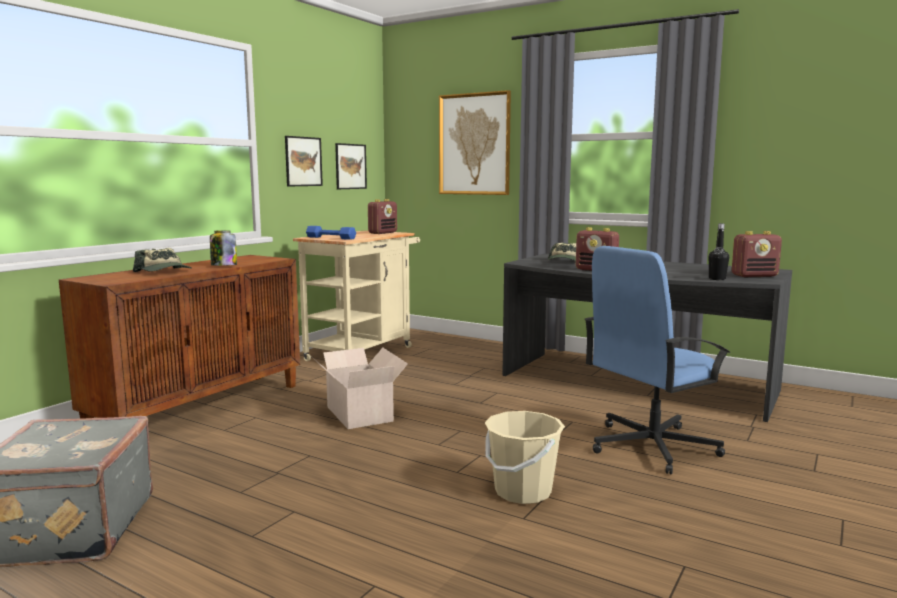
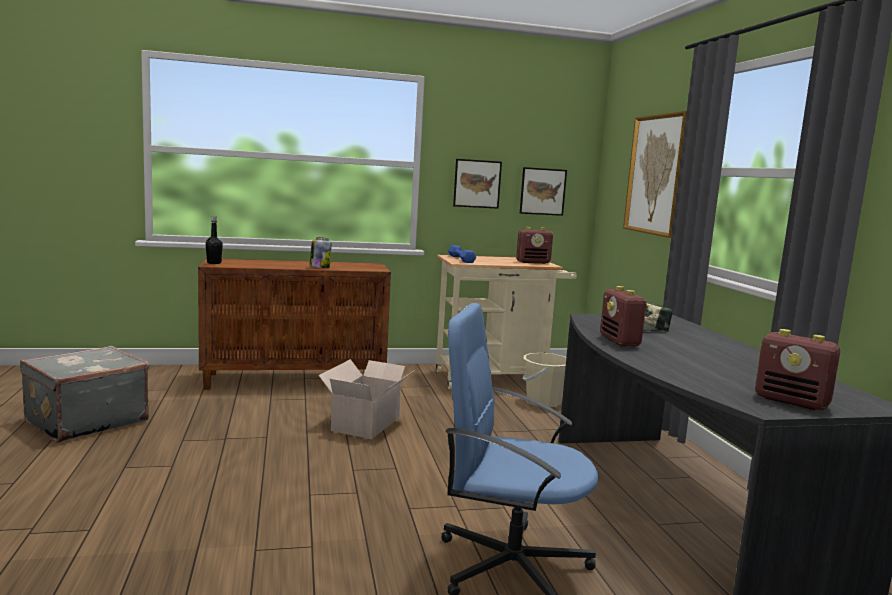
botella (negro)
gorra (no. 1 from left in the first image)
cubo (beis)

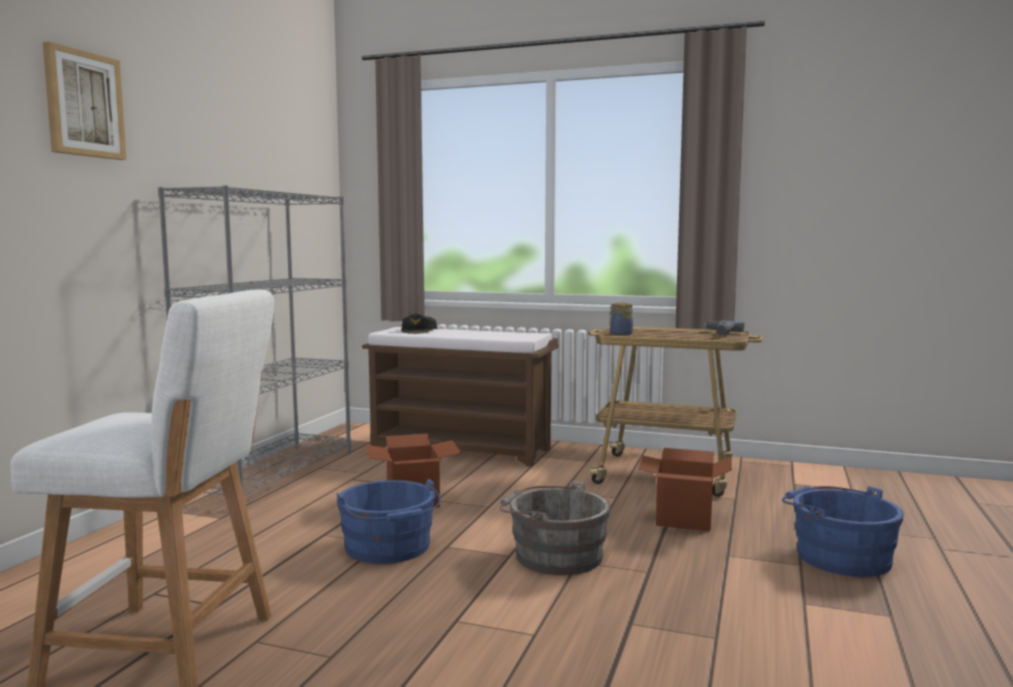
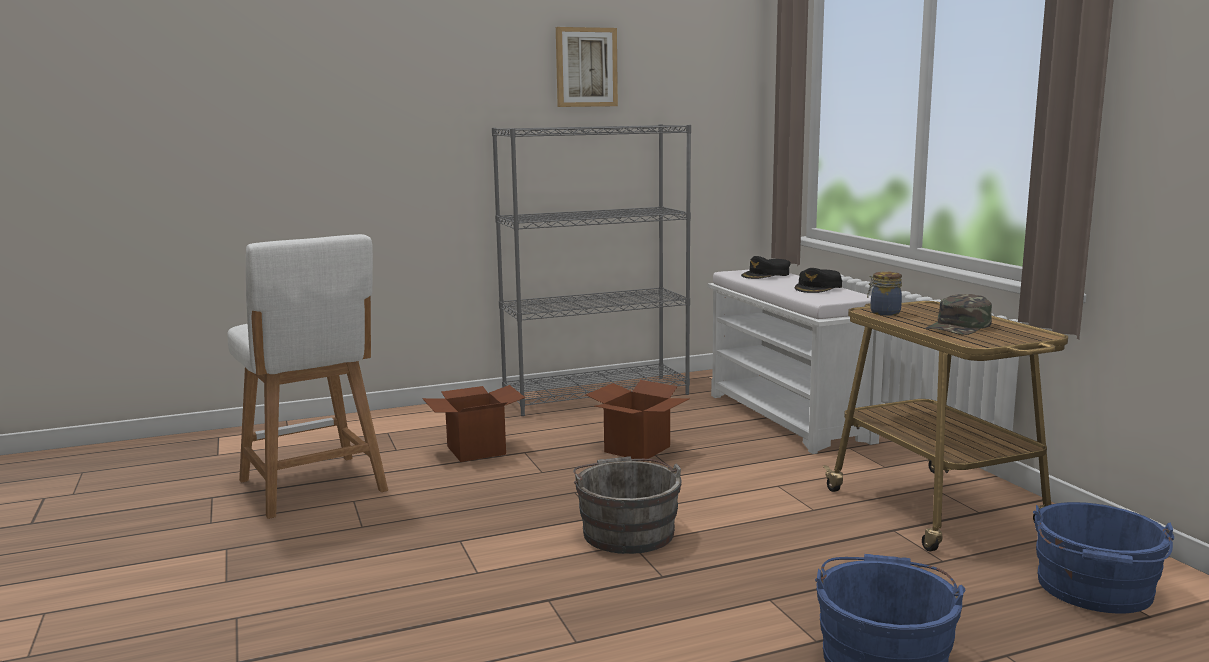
cuadro
taladro
banco (blanco)
caja de cartón (no. 1 from left)
cubo (azul) (no. 2 from left)
gorra (negro) (no. 2 from left)
gorra (verde)

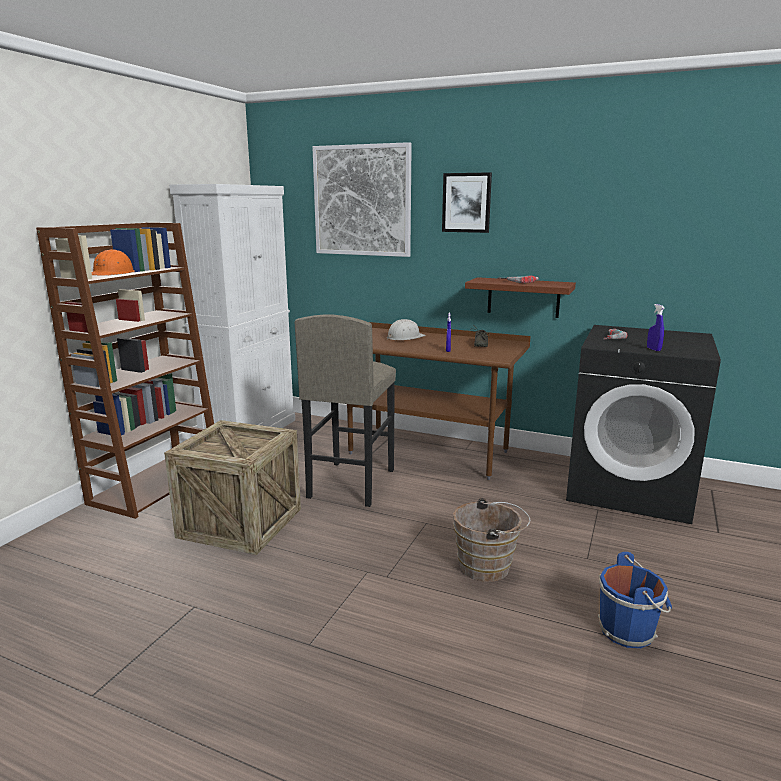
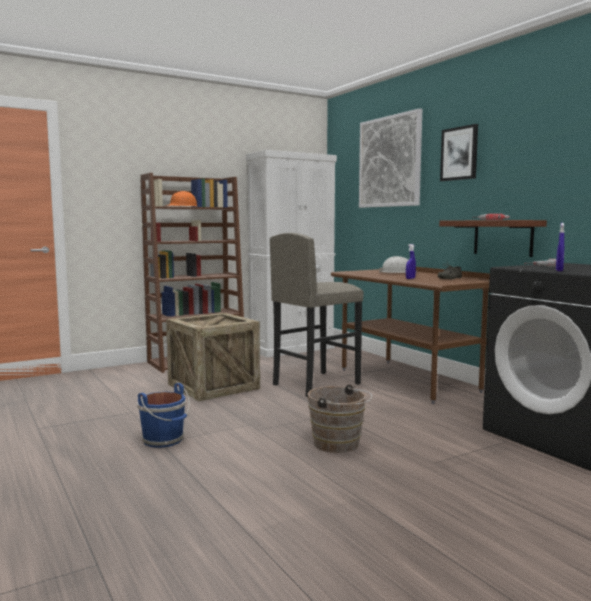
cubo (azul)

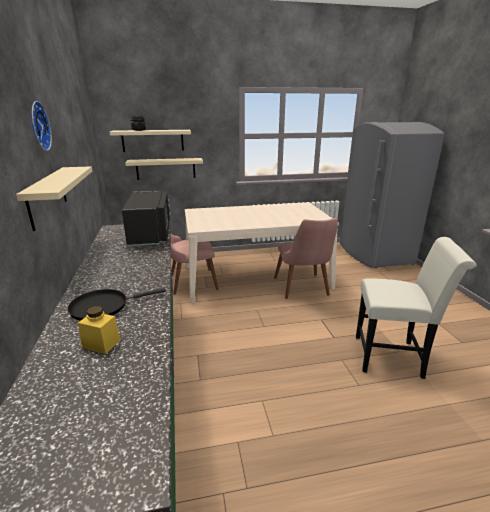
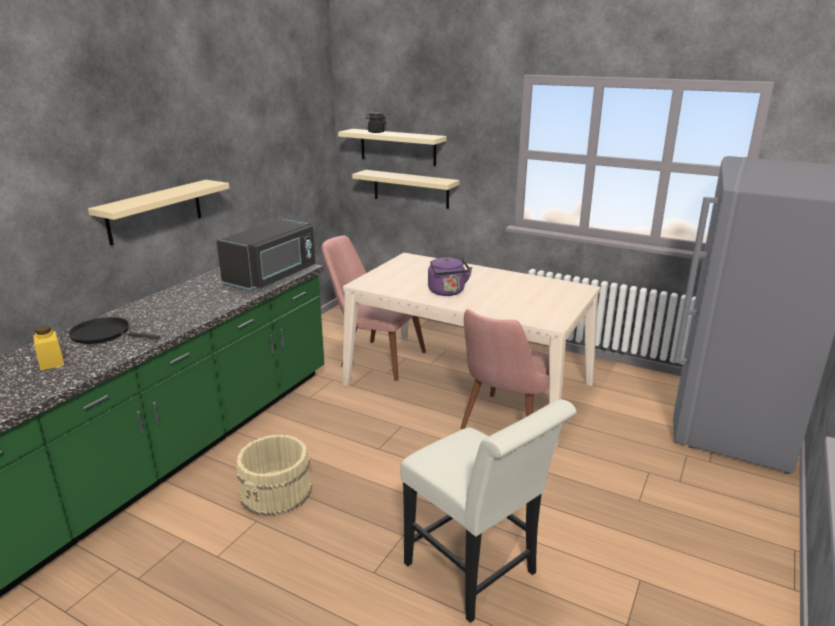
reloj de pared
hervidor (morado)
cubo (beis)

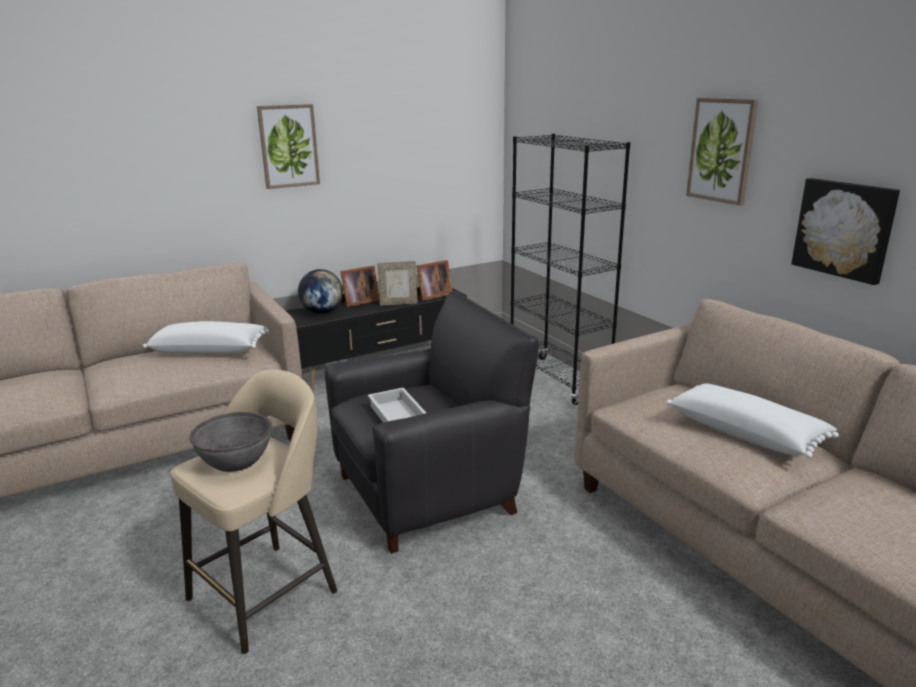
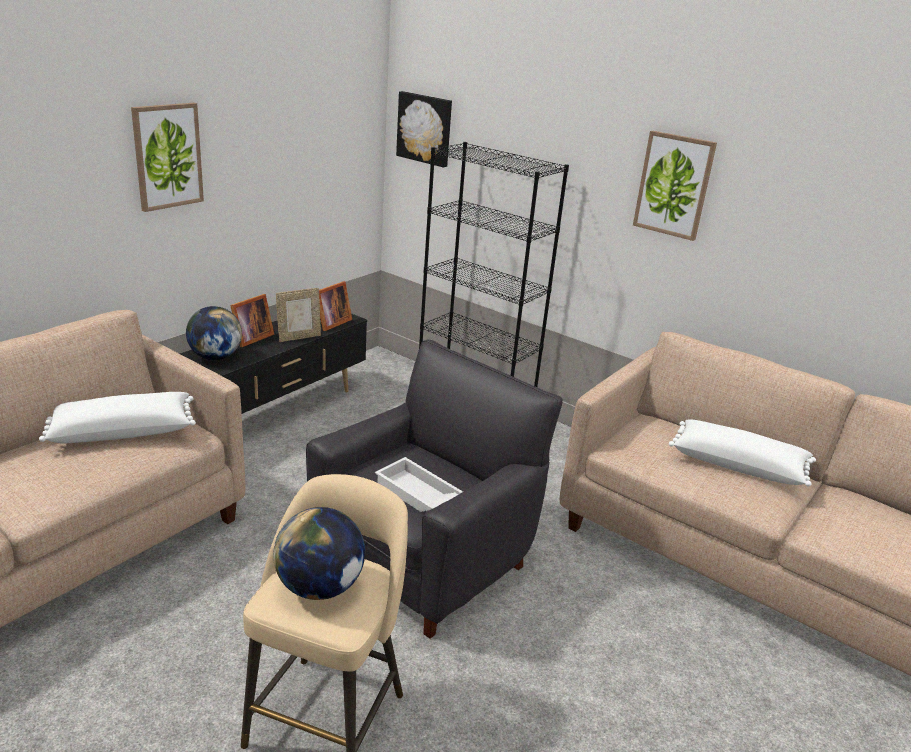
cuadro (no. 2 from left)
globo terráqueo (no. 2 from left)

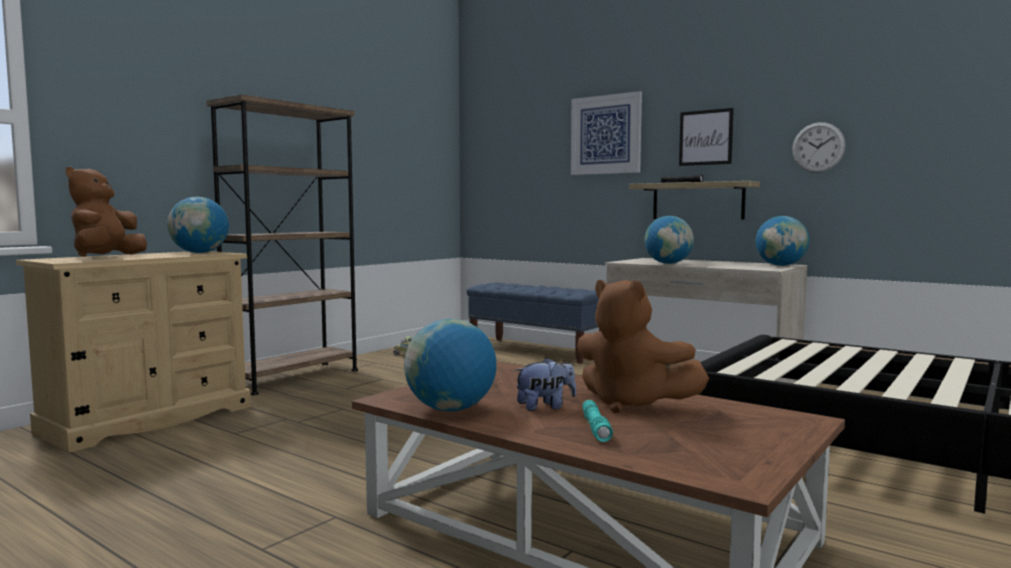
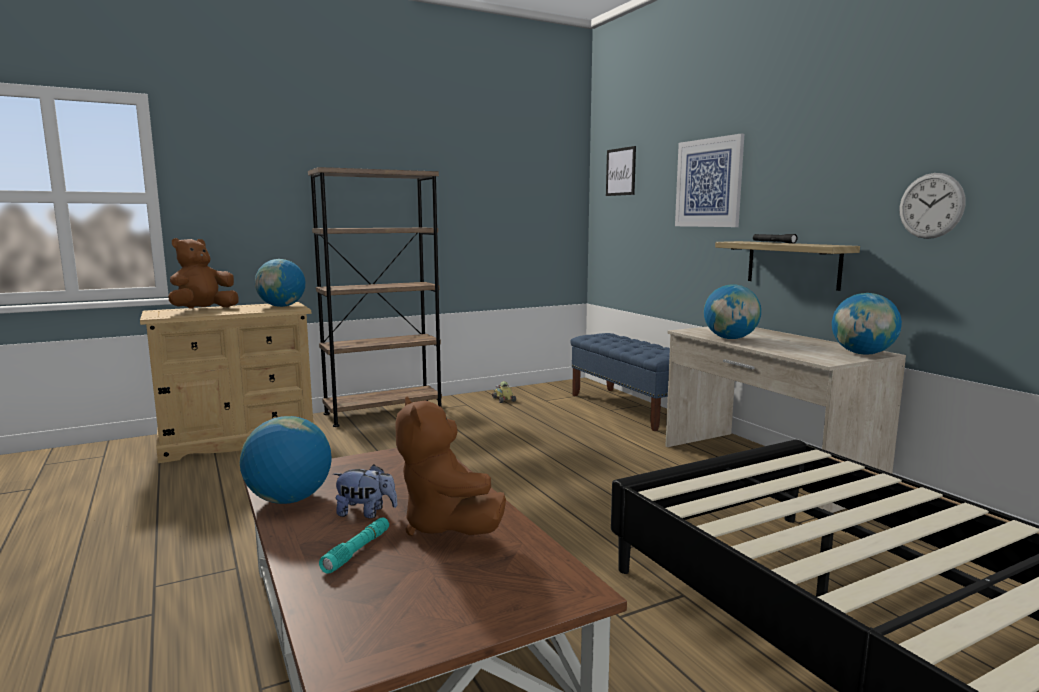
cuadro (no. 1 from left)

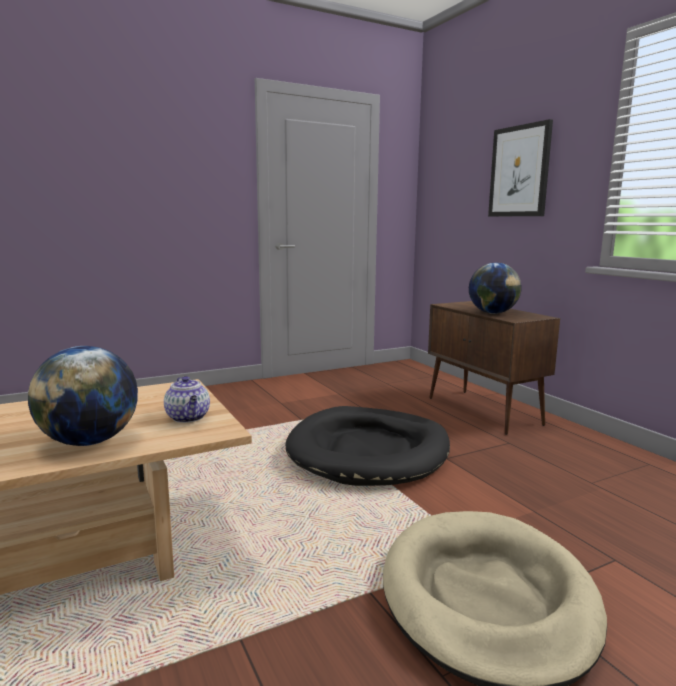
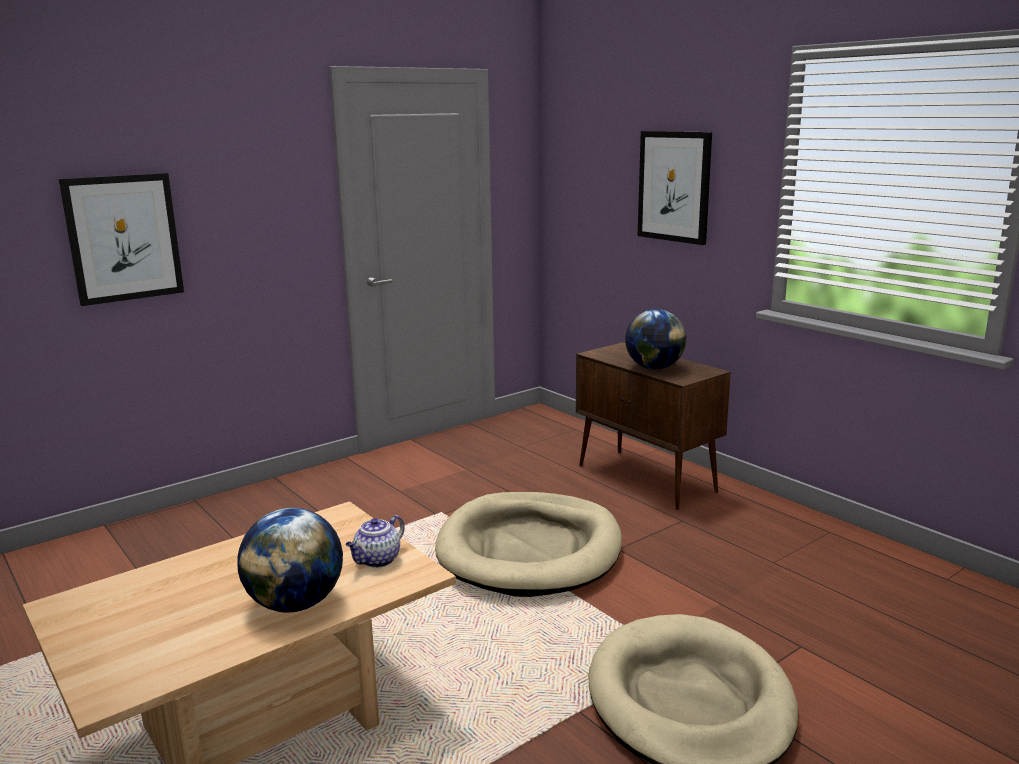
tetera
cama para perro (beis) (no. 1 from left)
cuadro (no. 1 from left)

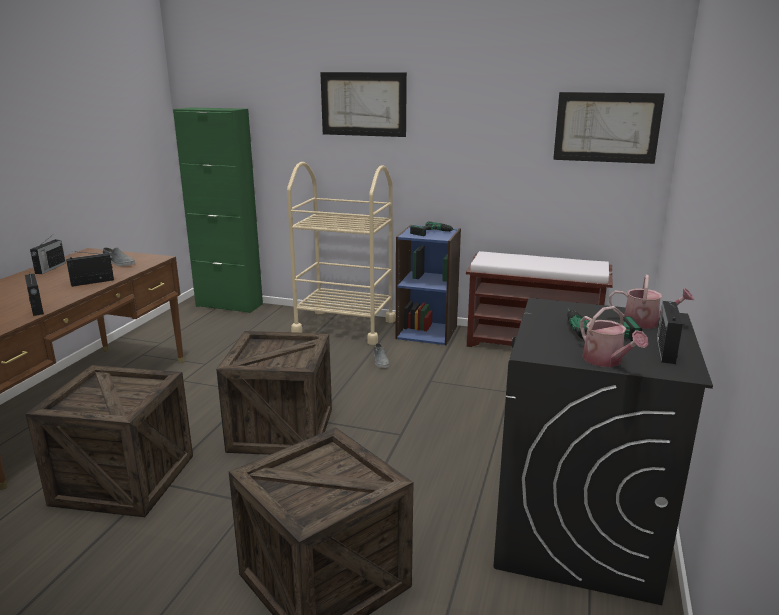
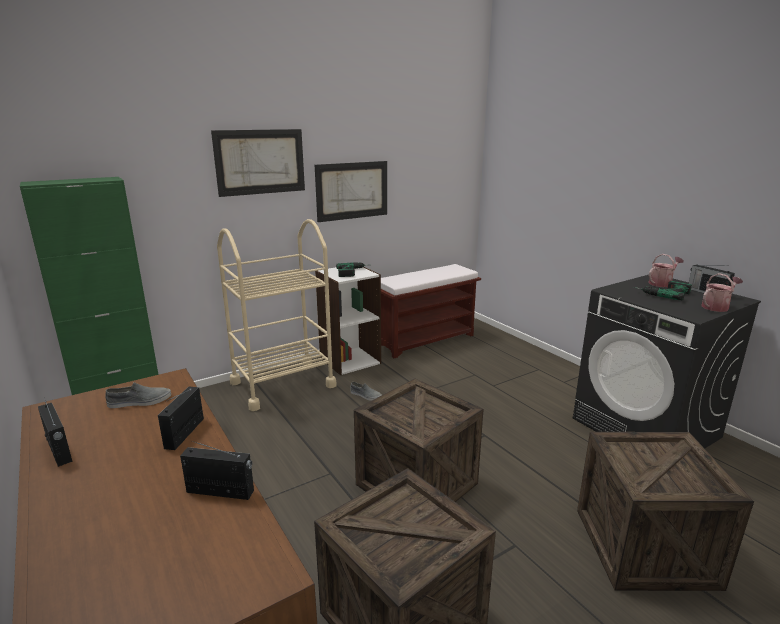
cuadro (no. 2 from left)
estantería (blanco)
regadera (no. 2 from left)

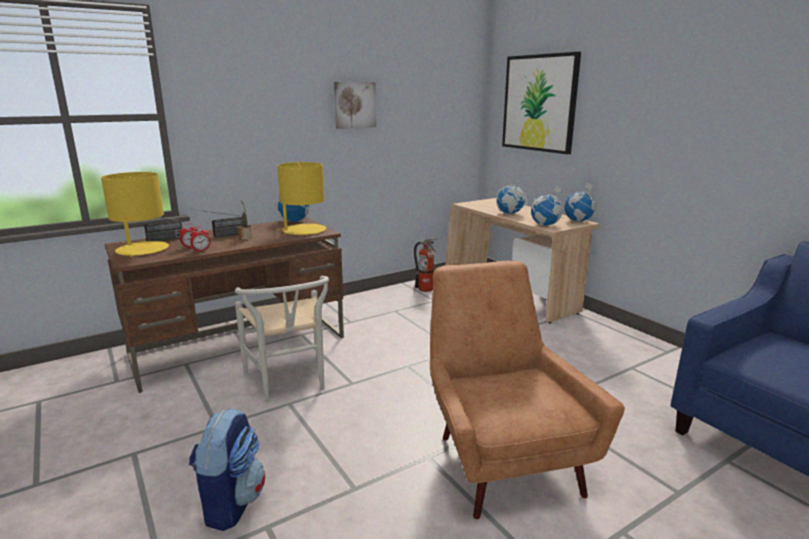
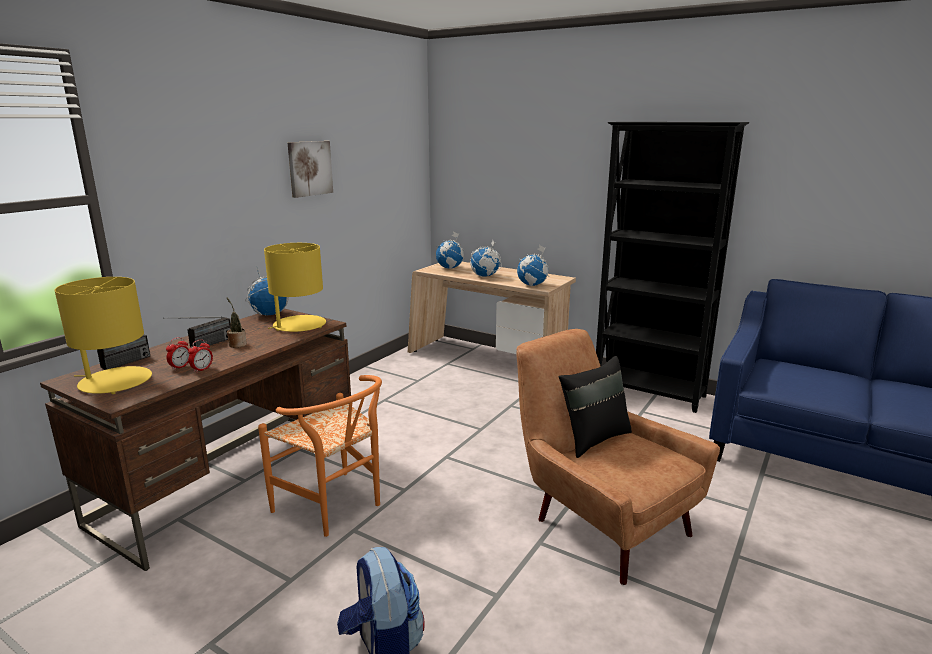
cuadro (no. 2 from left in the first image)
globo terráqueo (no. 2 from left)
extintor
silla (naranja)
estantería (negro)
cojín (negro)

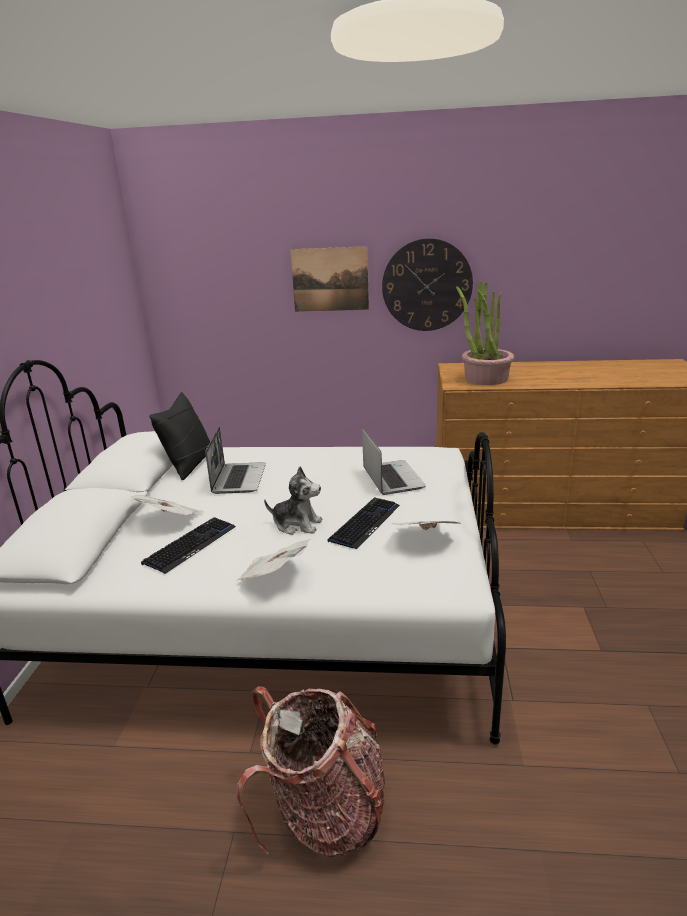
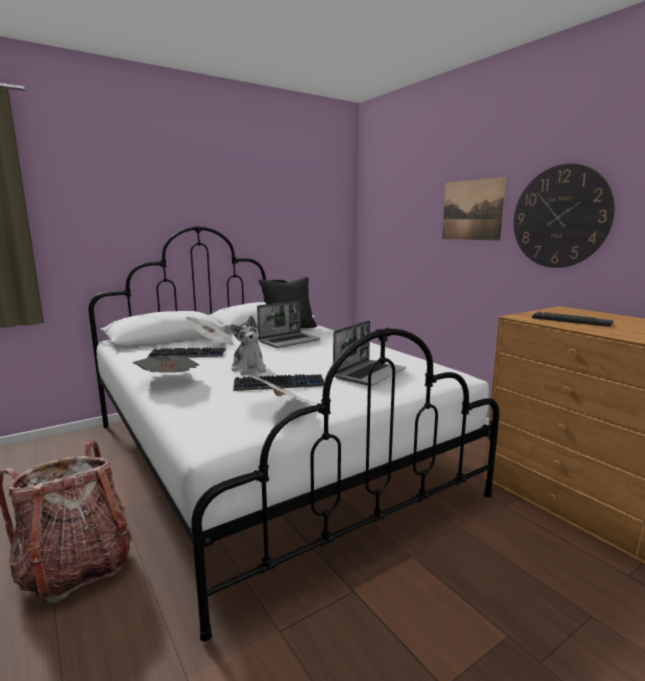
teclado (no. 3 from left)

